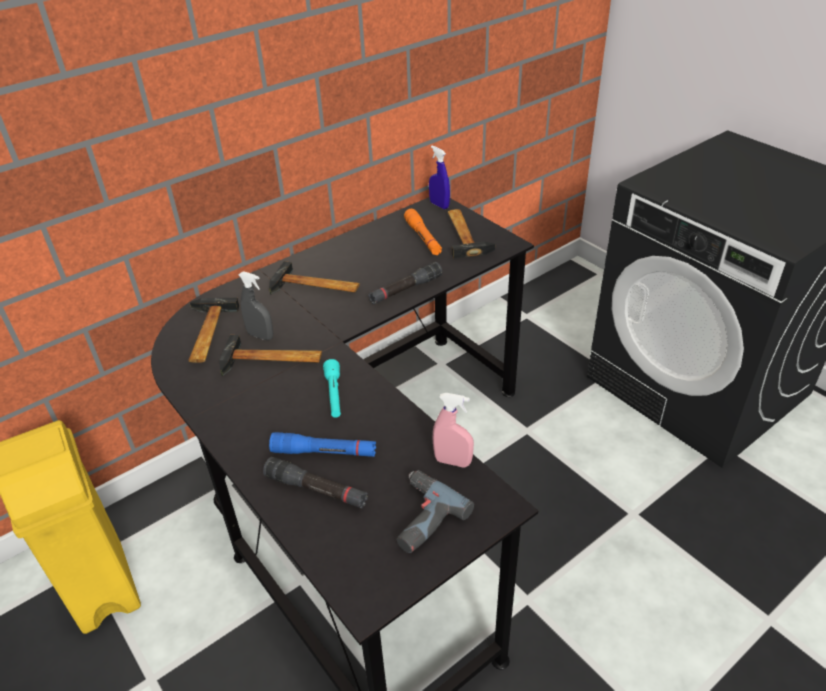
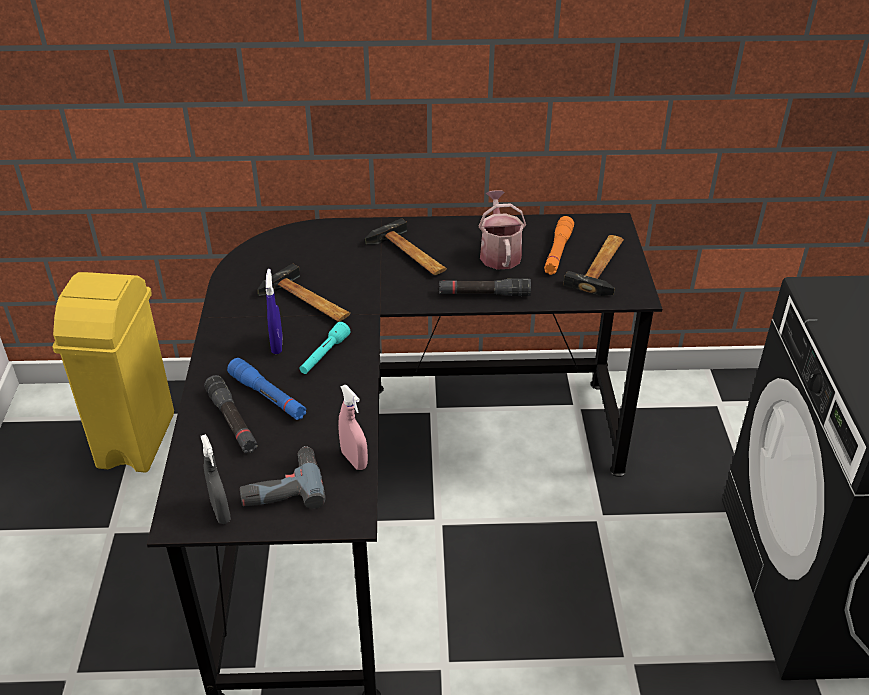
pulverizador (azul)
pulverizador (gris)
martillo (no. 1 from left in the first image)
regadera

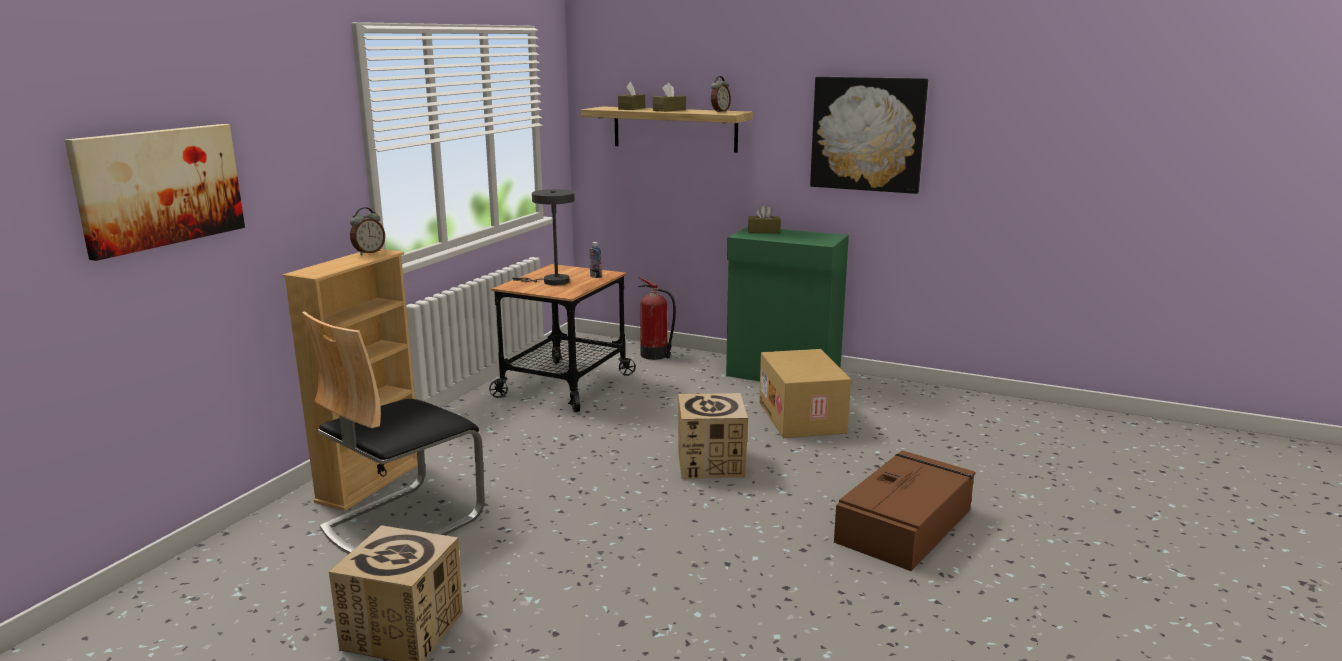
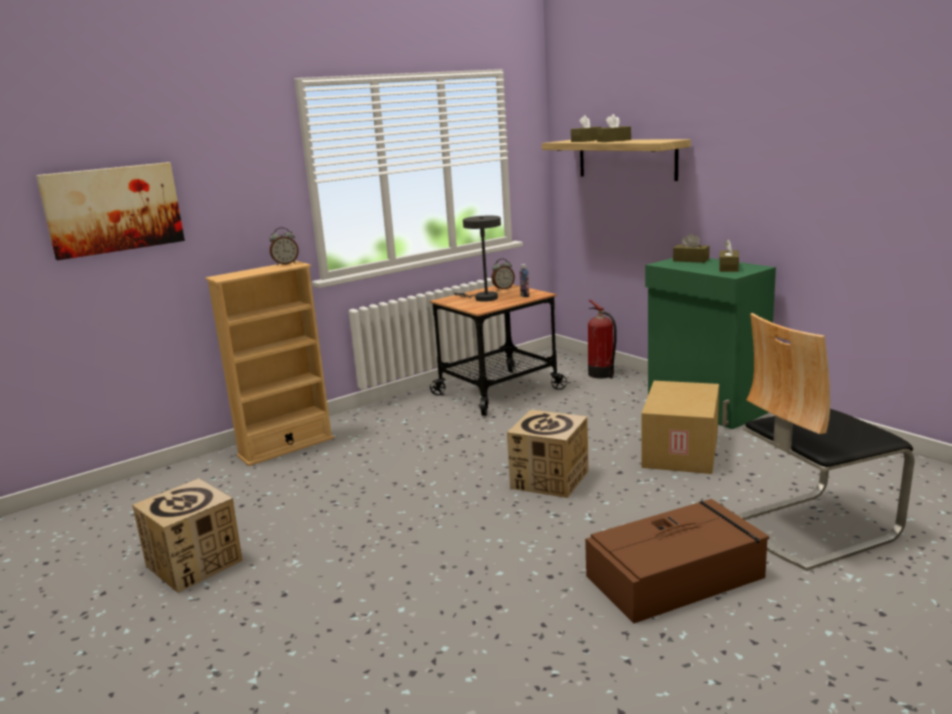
despertador (no. 2 from left)
cuadro (no. 2 from left in the first image)
silla
caja de pañuelos (marrón) (no. 4 from left)

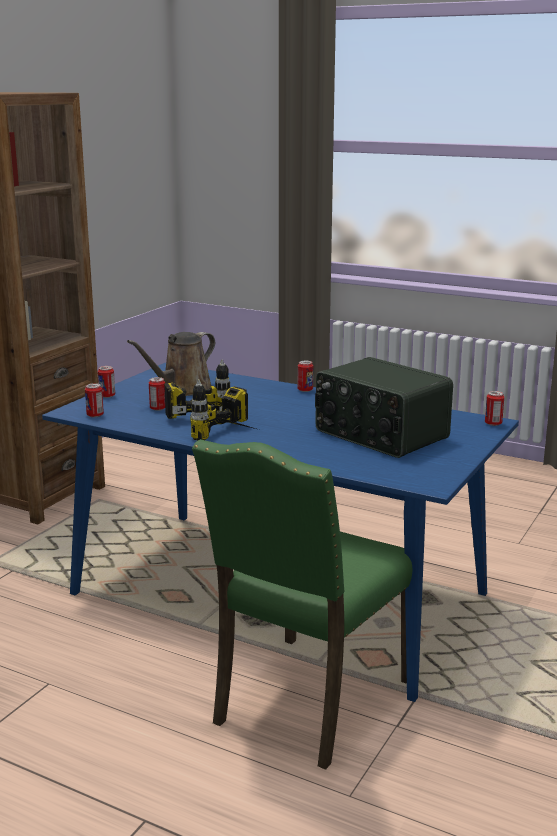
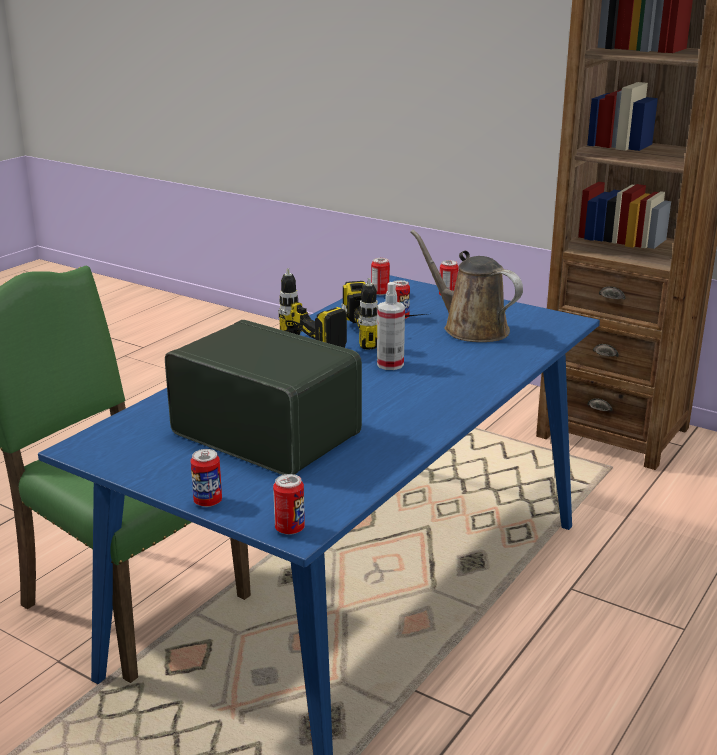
radio
lata (no. 1 from left)
pulverizador

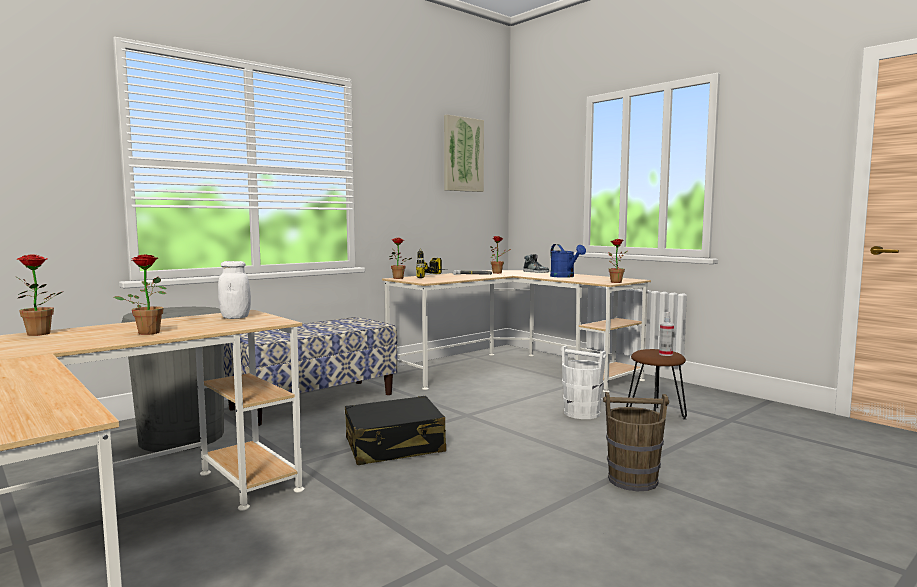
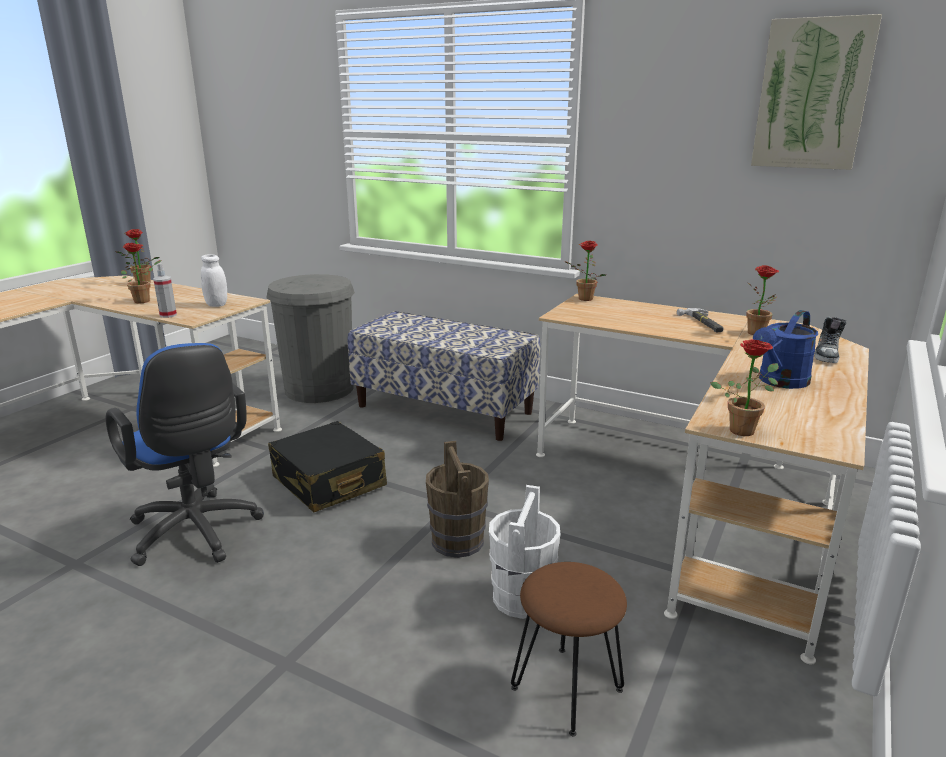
taladro
pulverizador
cubo (marrón)
silla de oficina (azul)

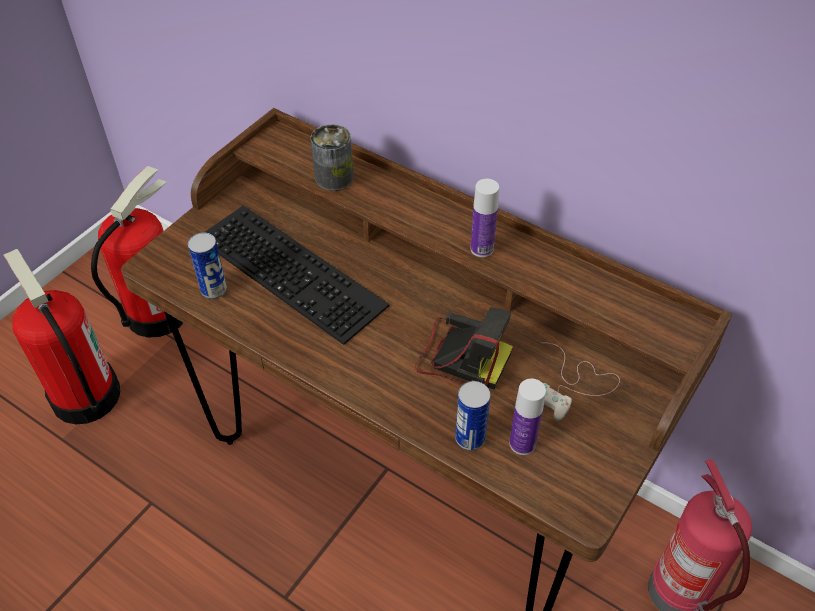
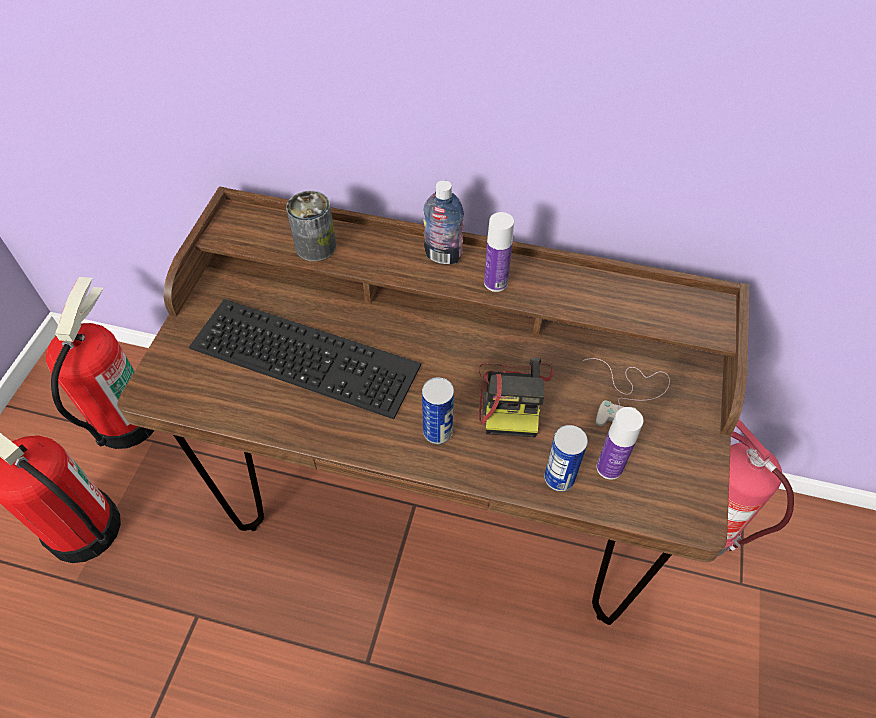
lata (no. 2 from left)
cámara
botella (no. 1 from left)

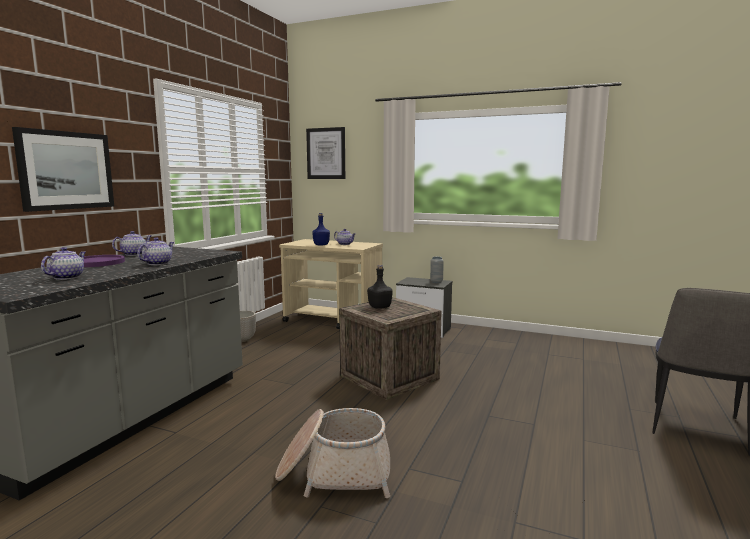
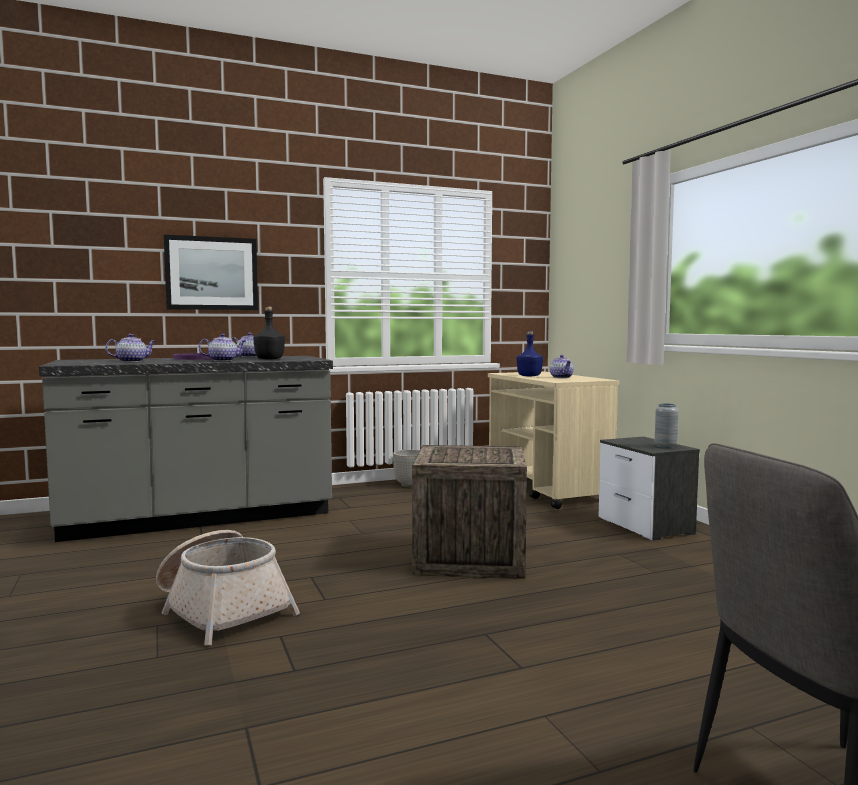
cuadro (no. 2 from left in the first image)
botella (negro)

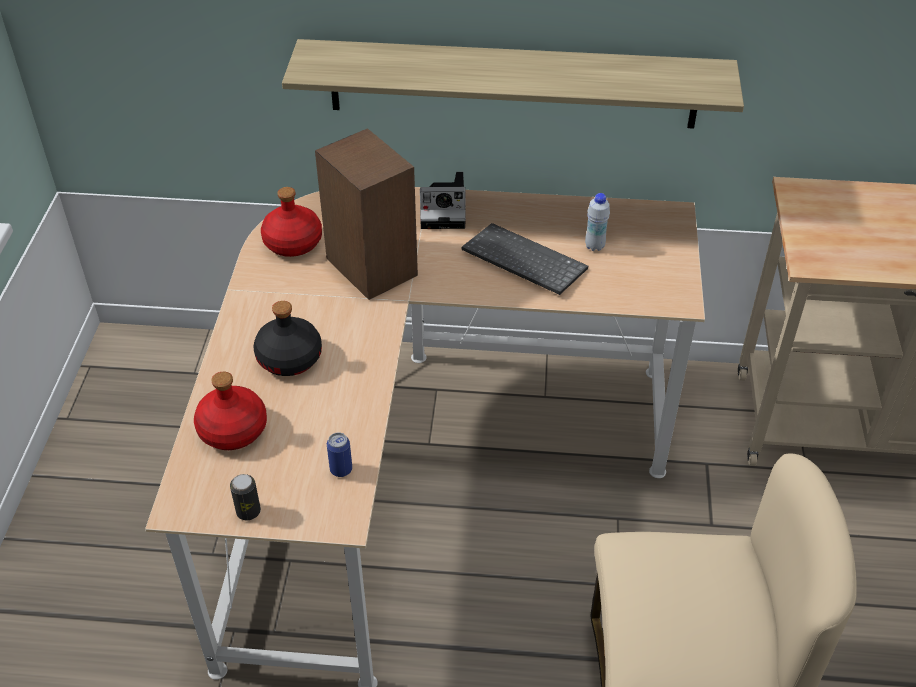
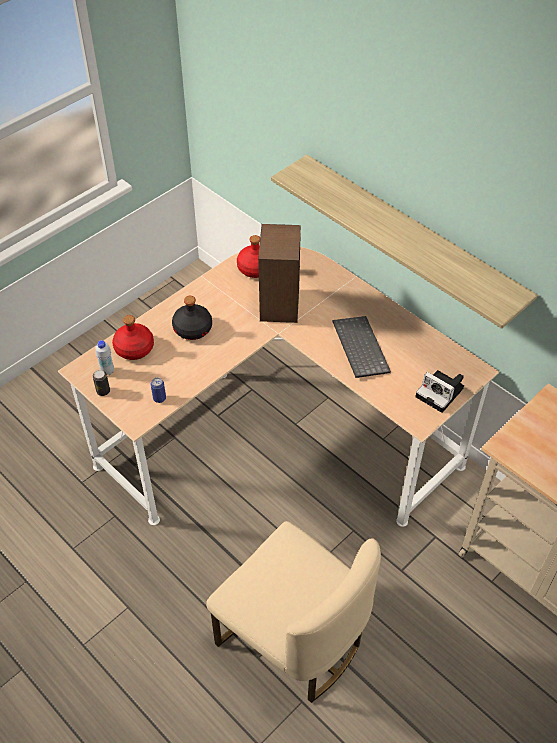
cámara
botella (blanco)

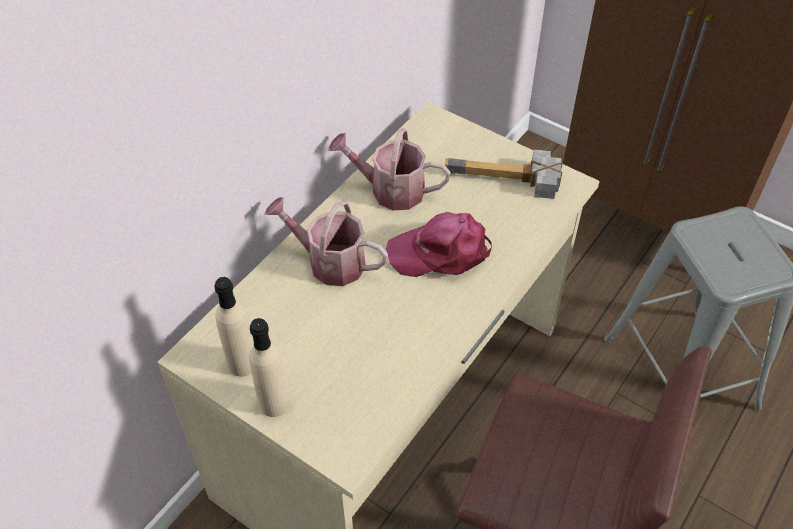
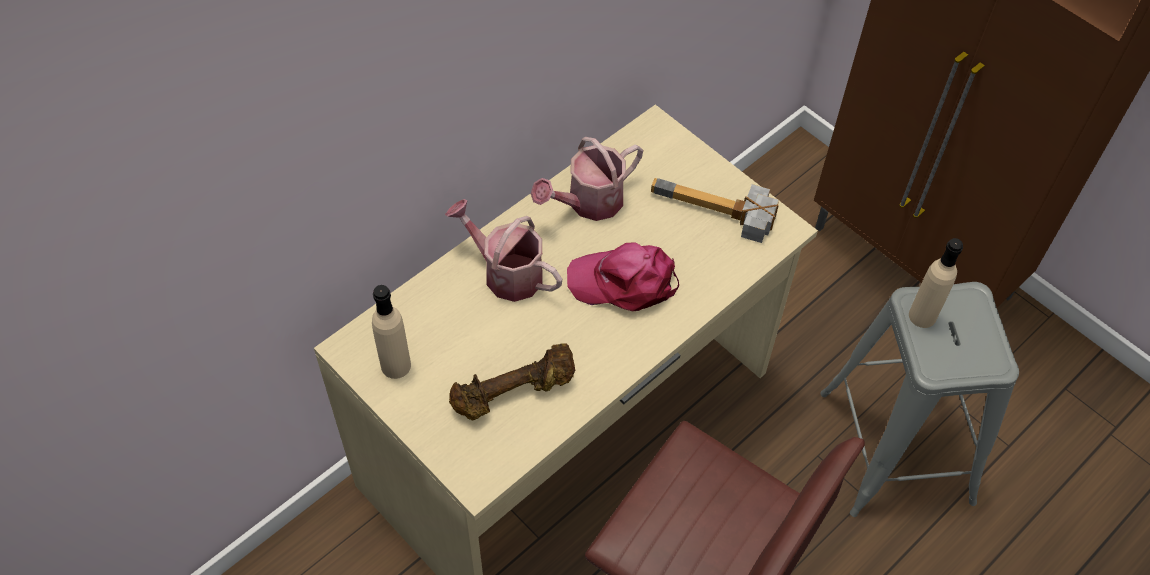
regadera (no. 2 from left)
botella (beis) (no. 2 from left)
mancuerna (marrón)

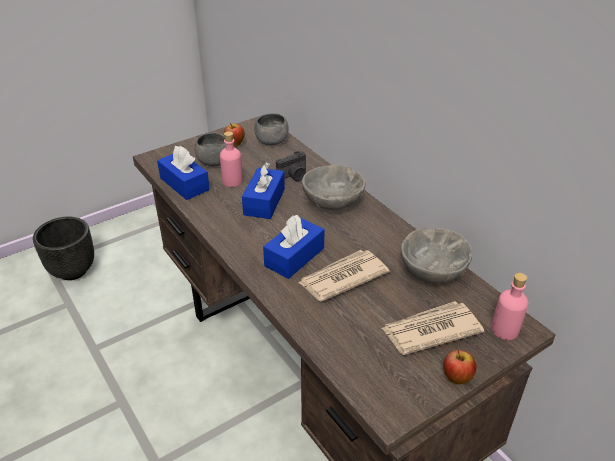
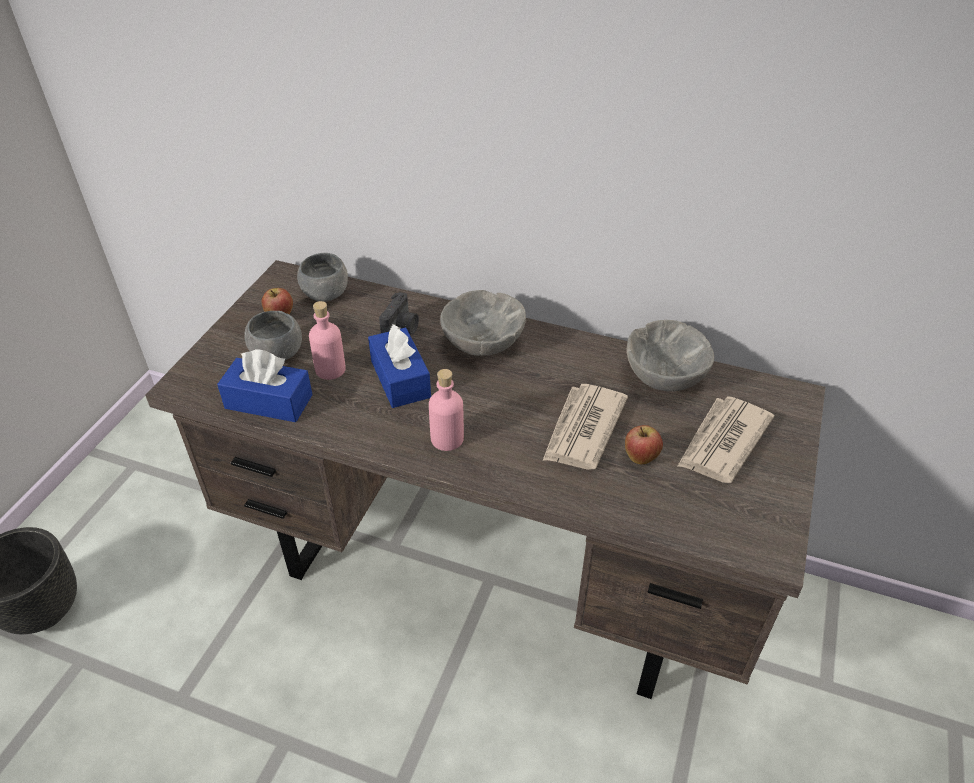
caja de pañuelos (azul) (no. 3 from left in the first image)
botella (rosa) (no. 2 from left)
manzana (no. 2 from left)

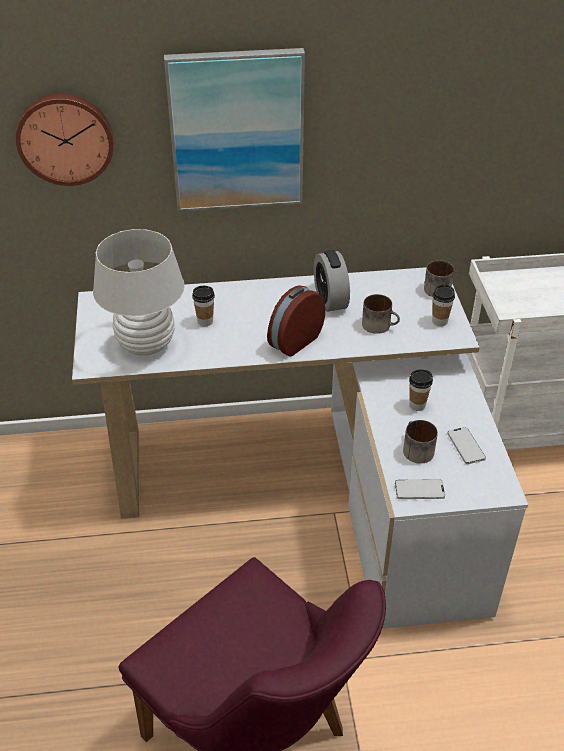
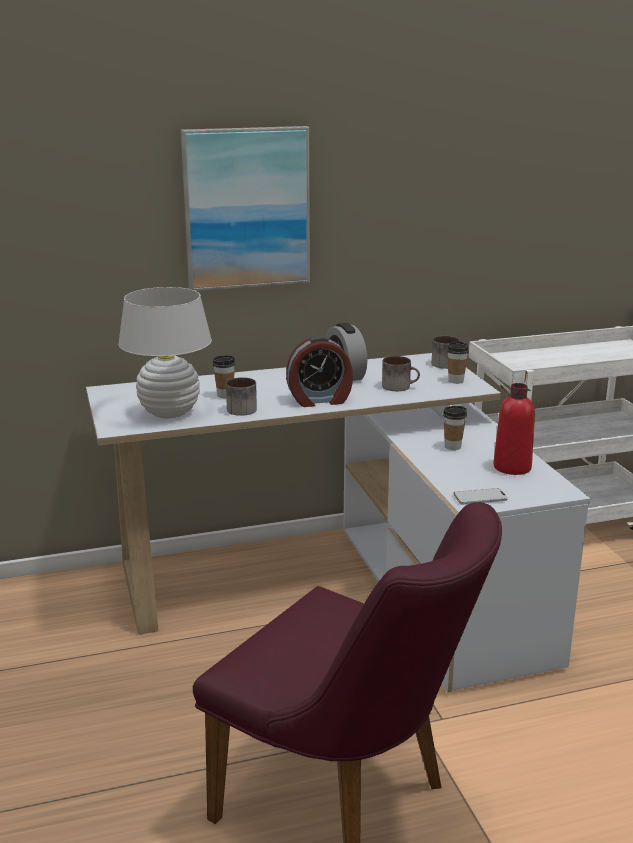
reloj de pared
despertador (no. 1 from left)
taza grande (no. 1 from left)
botella (rojo)

